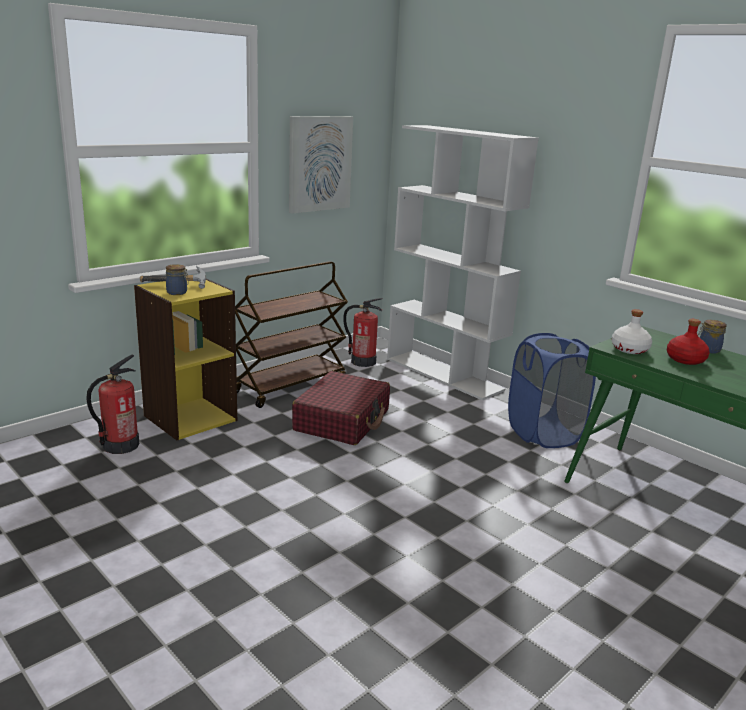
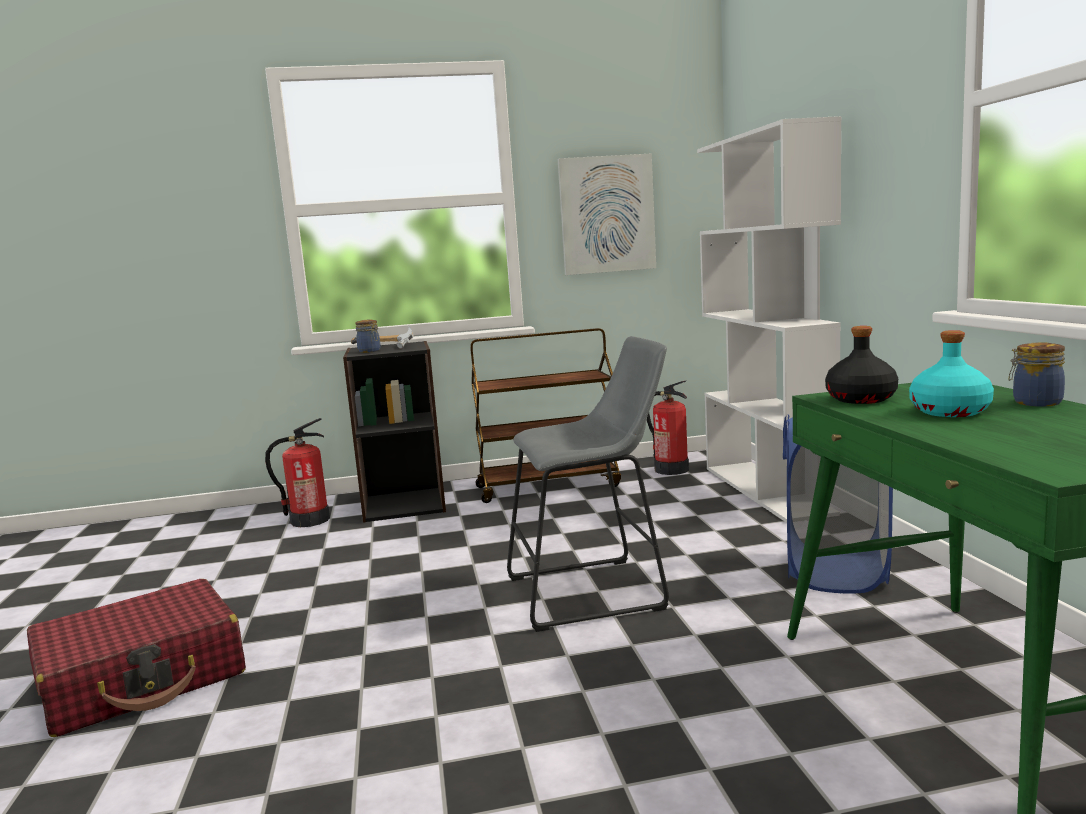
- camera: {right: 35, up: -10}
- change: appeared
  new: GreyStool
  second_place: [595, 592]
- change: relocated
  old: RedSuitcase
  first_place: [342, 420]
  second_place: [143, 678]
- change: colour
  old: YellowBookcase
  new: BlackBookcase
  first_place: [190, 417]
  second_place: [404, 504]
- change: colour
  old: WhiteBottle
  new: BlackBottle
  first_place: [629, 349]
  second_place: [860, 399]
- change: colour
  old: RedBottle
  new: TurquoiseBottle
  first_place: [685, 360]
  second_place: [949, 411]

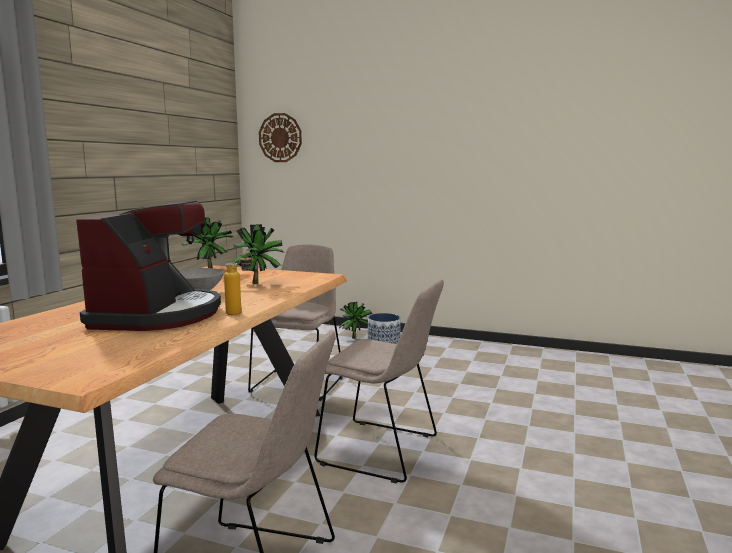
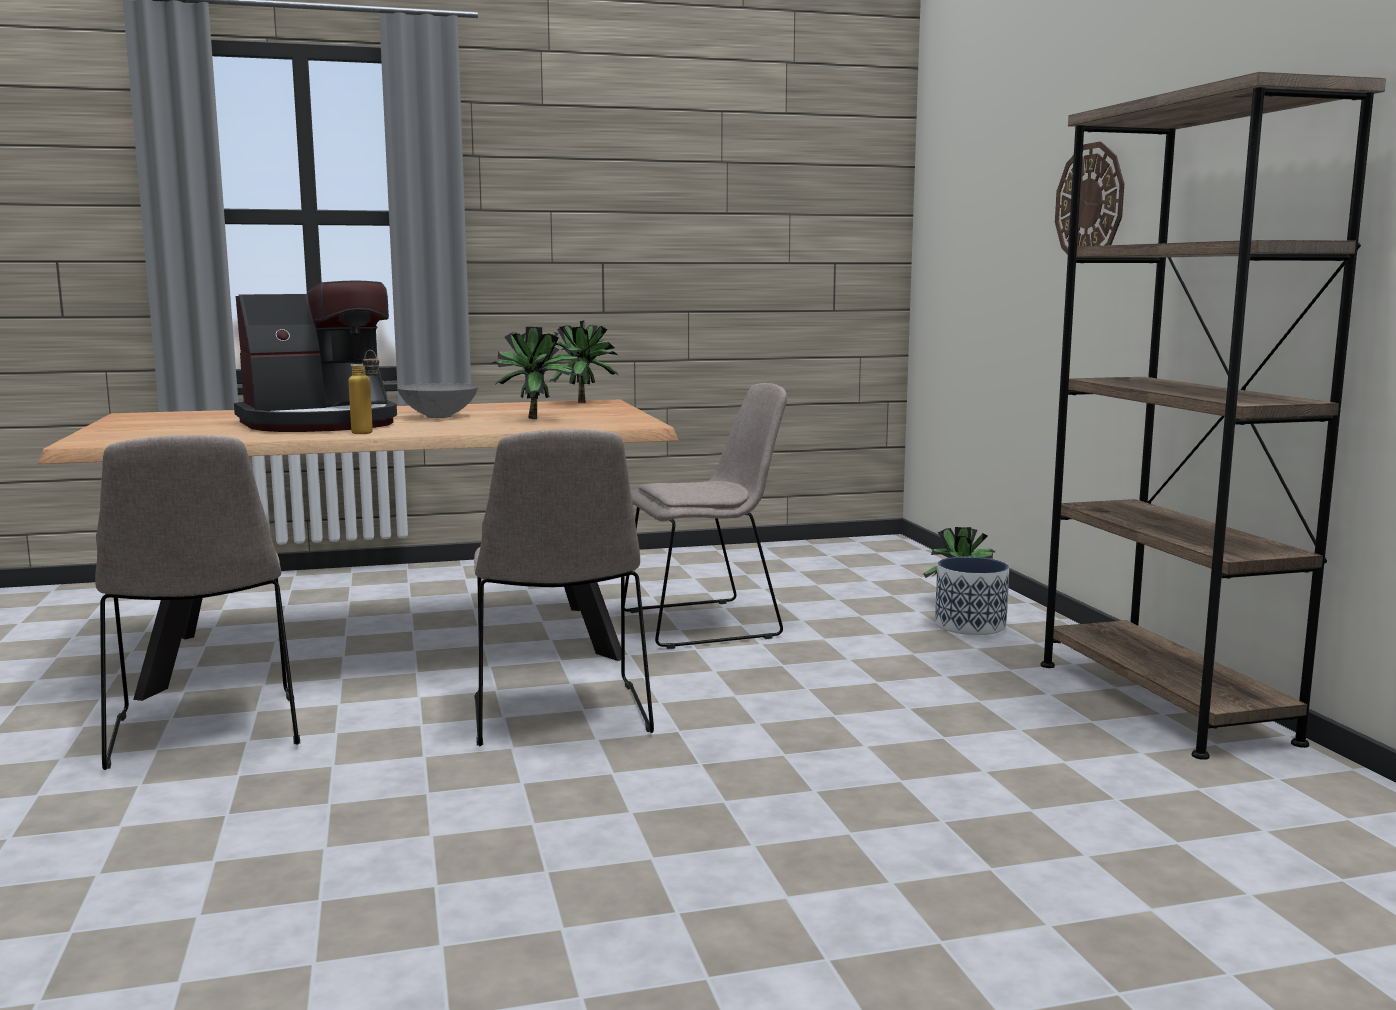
- camera: {right: 55, up: 0}
- change: appeared
  new: BrownBookcase
  second_place: [1162, 701]
- change: relocated
  old: WallClock
  first_place: [280, 138]
  second_place: [1090, 203]

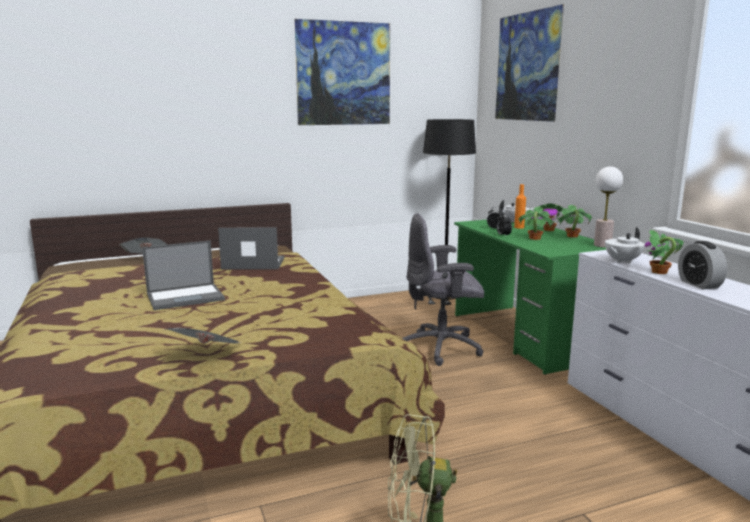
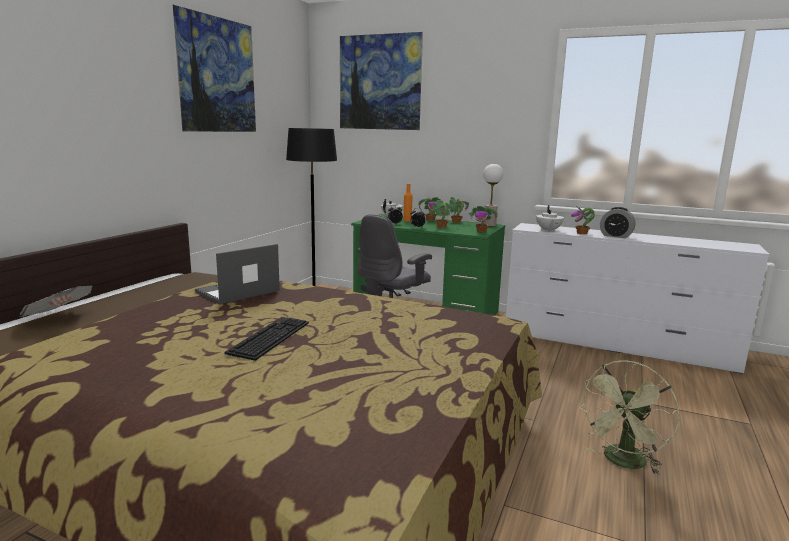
- camera: {right: -45, up: 0}
- change: missing
  old: Newspaper
  first_place: [208, 356]
- change: appeared
  new: PottedPlant
  second_place: [482, 231]
- change: exchanged
  old: Laptop
  new: Keyboard
  first_place: [186, 297]
  second_place: [269, 337]

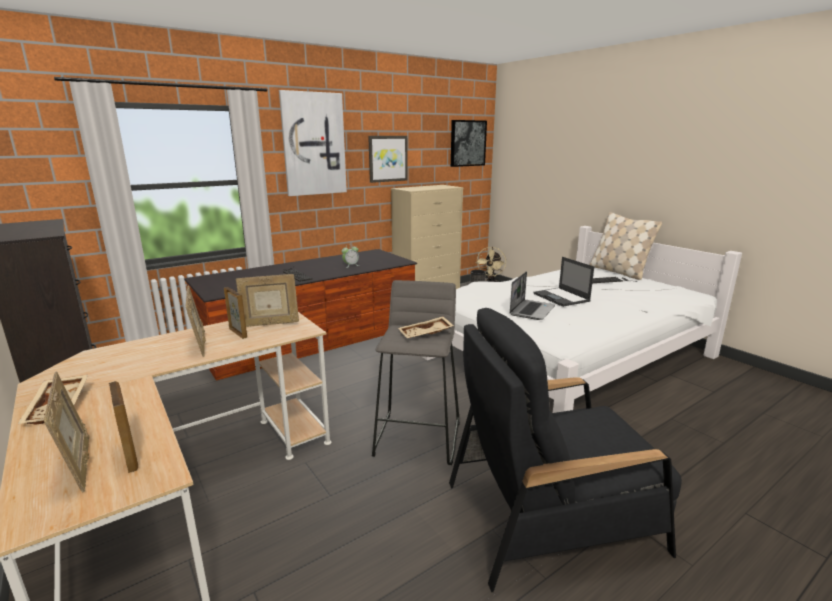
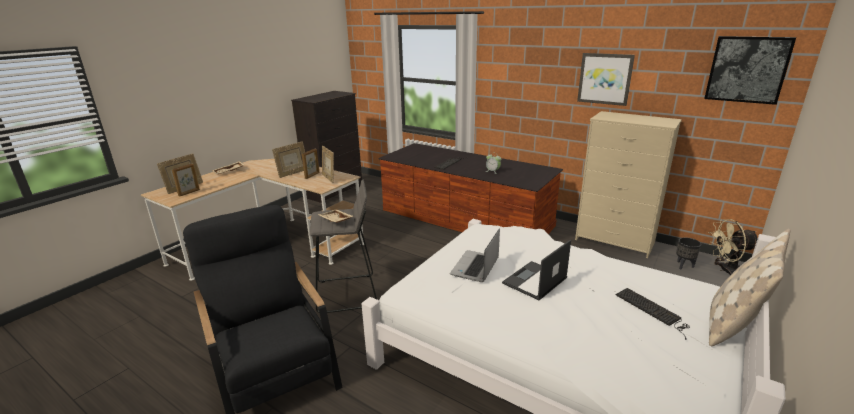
- camera: {right: 70, up: 5}
- change: missing
  old: Picture
  first_place: [313, 144]
- change: spun
  old: Laptop
  first_place: [531, 310]
  second_place: [475, 267]
  degrees: 105

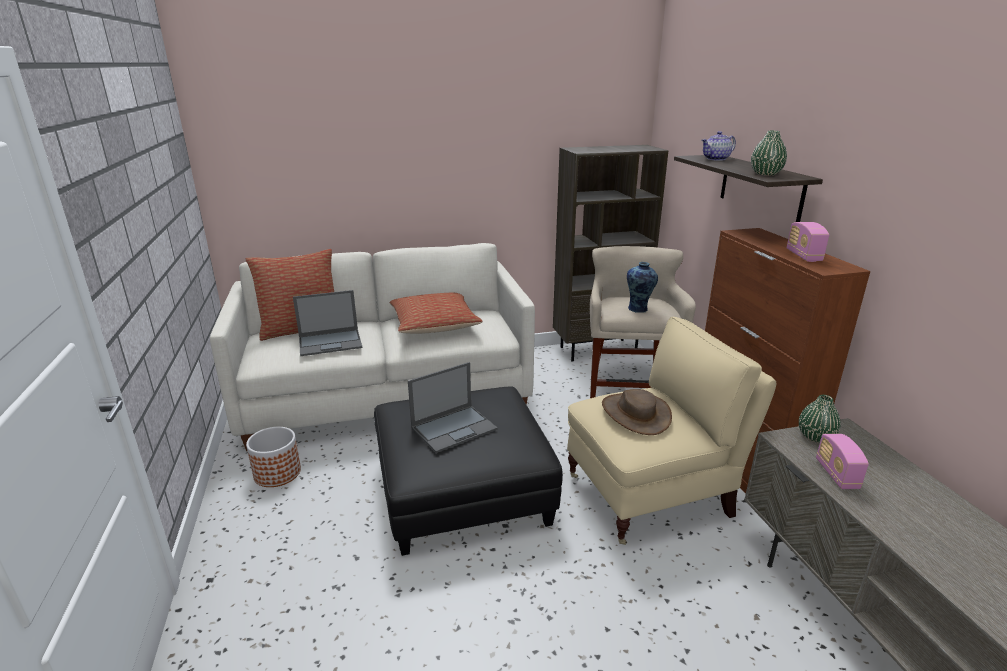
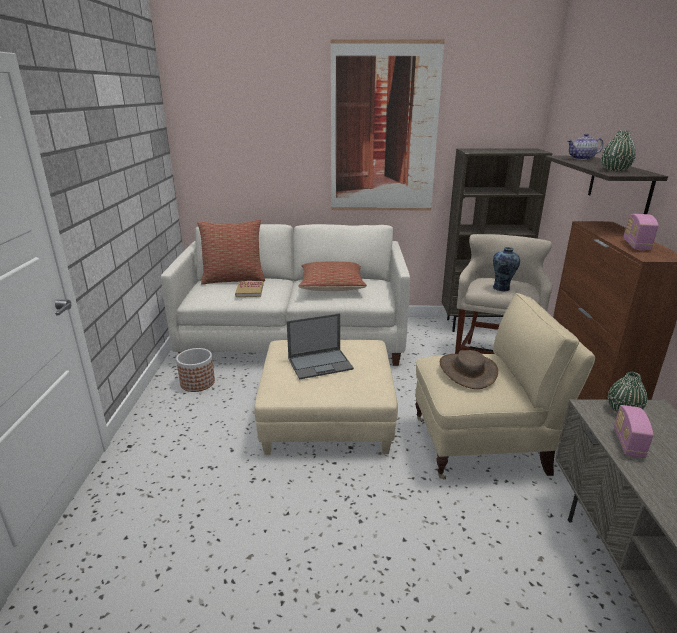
- camera: {right: 15, up: 0}
- change: appeared
  new: Picture
  second_place: [384, 130]
- change: exchanged
  old: Laptop
  new: Book
  first_place: [331, 342]
  second_place: [249, 290]
- change: colour
  old: BlackOttoman
  new: BeigeOttoman
  first_place: [463, 489]
  second_place: [327, 415]

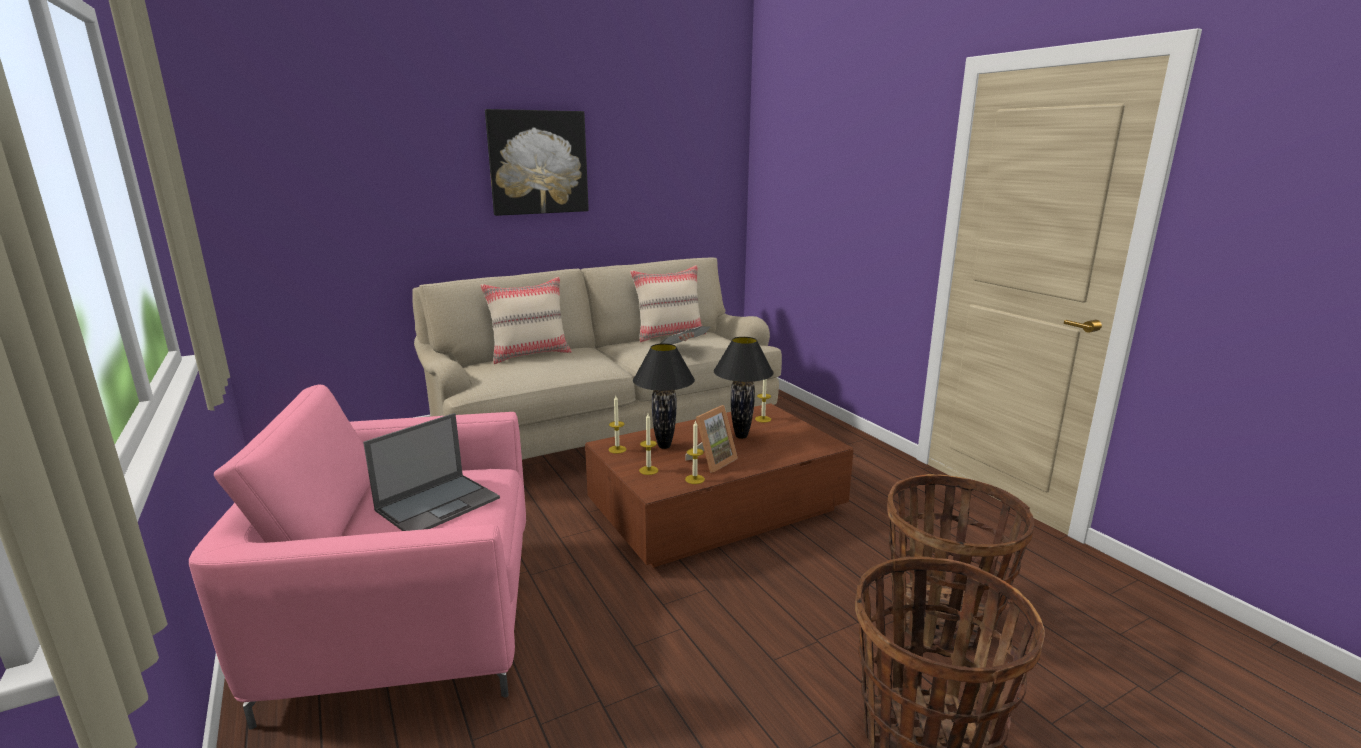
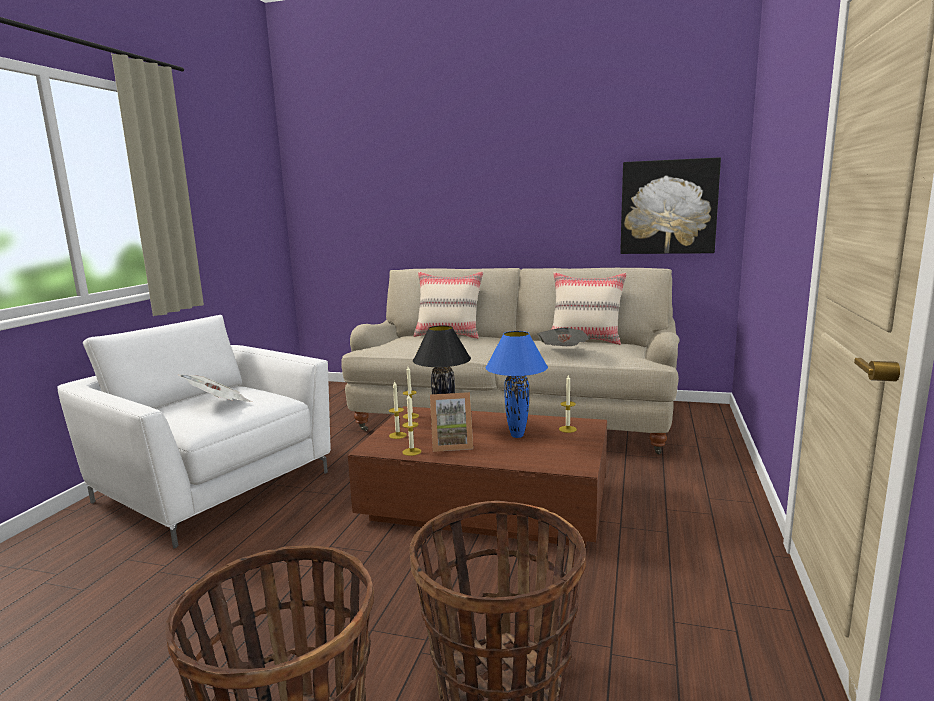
- camera: {right: 45, up: -5}
- change: relocated
  old: Picture
  first_place: [538, 162]
  second_place: [668, 207]
- change: exchanged
  old: Laptop
  new: Newspaper
  first_place: [439, 503]
  second_place: [219, 404]
- change: colour
  old: PinkArmchair
  new: WhiteArmchair
  first_place: [409, 620]
  second_place: [214, 486]
- change: colour
  old: BlackTableLamp
  new: BlueTableLamp
  first_place: [741, 436]
  second_place: [517, 435]

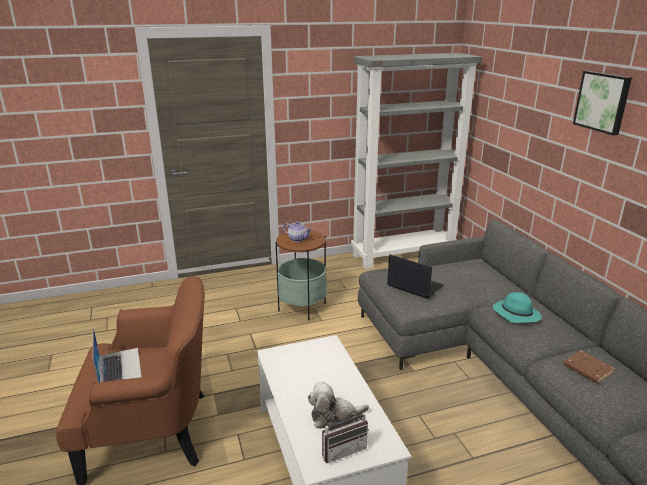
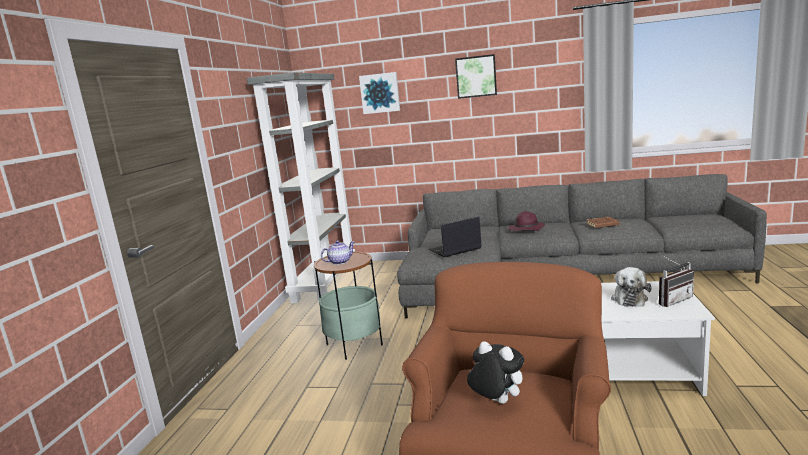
- camera: {right: -60, up: -10}
- change: appeared
  new: Picture
  second_place: [380, 93]
- change: exchanged
  old: Laptop
  new: PlushToy
  first_place: [119, 368]
  second_place: [496, 402]
- change: colour
  old: TurquoiseHat
  new: PurpleHat
  first_place: [515, 314]
  second_place: [526, 229]
- change: spun
  old: Radio
  first_place: [342, 449]
  second_place: [671, 300]
  degrees: 60

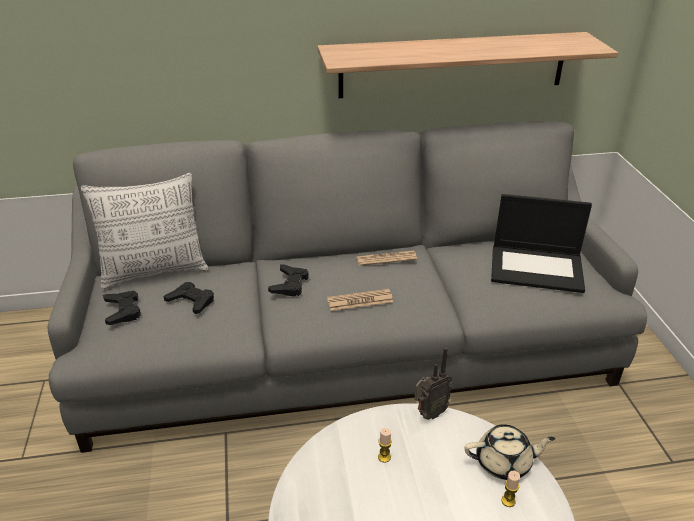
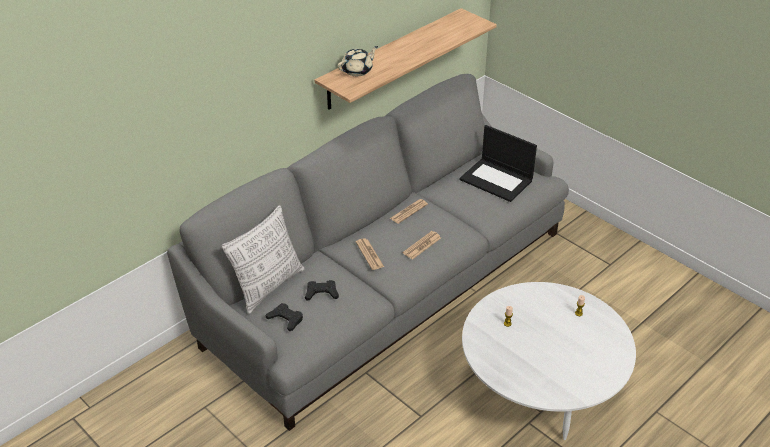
- camera: {right: -35, up: 5}
- change: missing
  old: Radio
  first_place: [429, 414]
- change: relocated
  old: BeigeTeapot
  first_place: [504, 463]
  second_place: [357, 70]
- change: exchanged
  old: BlackGameController
  new: Newspaper
  first_place: [290, 284]
  second_place: [369, 254]
- change: spun
  old: Laptop
  first_place: [537, 268]
  second_place: [497, 180]
  degrees: 60

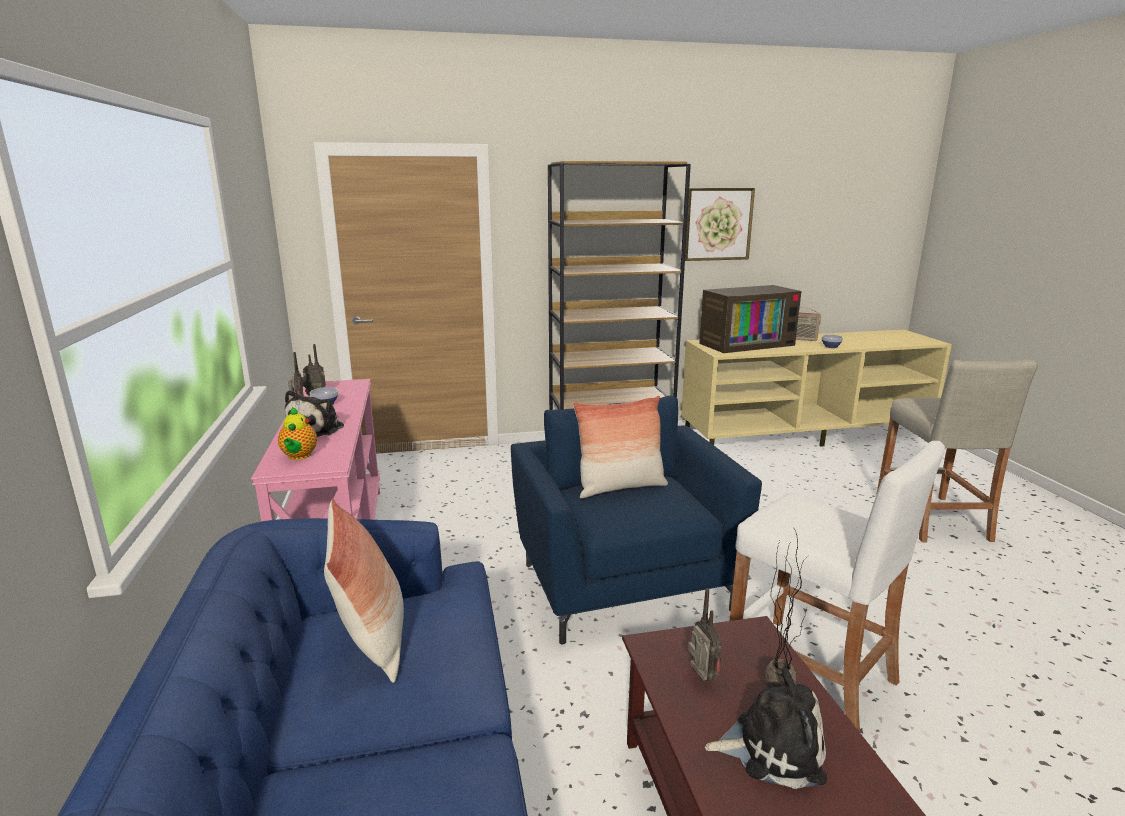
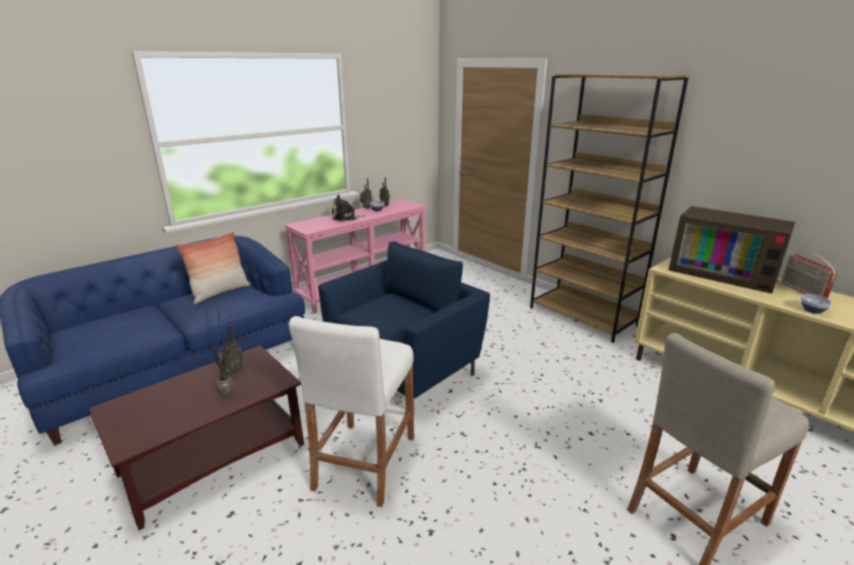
- camera: {right: 60, up: 5}
- change: missing
  old: Teapot
  first_place: [299, 456]
- change: missing
  old: Pillow
  first_place: [620, 487]
- change: missing
  old: Picture
  first_place: [718, 224]
- change: missing
  old: PlushToy
  first_place: [772, 747]

